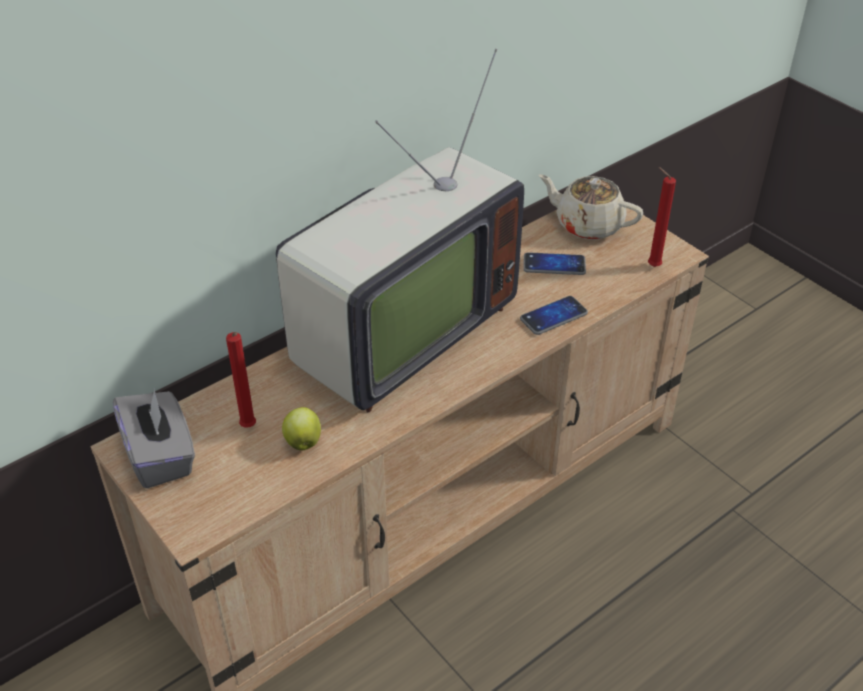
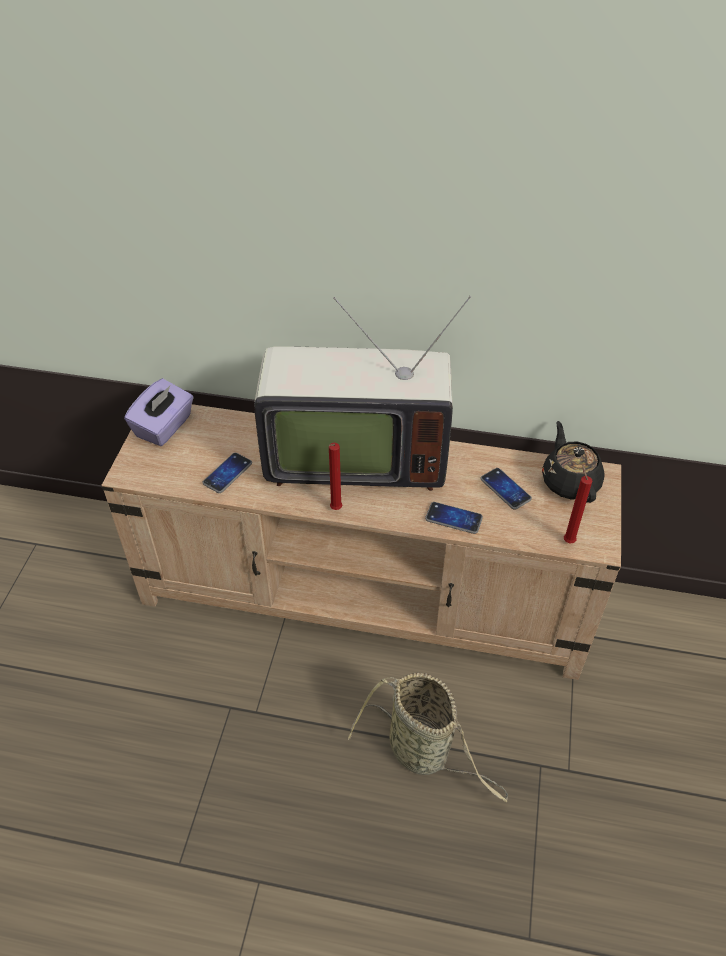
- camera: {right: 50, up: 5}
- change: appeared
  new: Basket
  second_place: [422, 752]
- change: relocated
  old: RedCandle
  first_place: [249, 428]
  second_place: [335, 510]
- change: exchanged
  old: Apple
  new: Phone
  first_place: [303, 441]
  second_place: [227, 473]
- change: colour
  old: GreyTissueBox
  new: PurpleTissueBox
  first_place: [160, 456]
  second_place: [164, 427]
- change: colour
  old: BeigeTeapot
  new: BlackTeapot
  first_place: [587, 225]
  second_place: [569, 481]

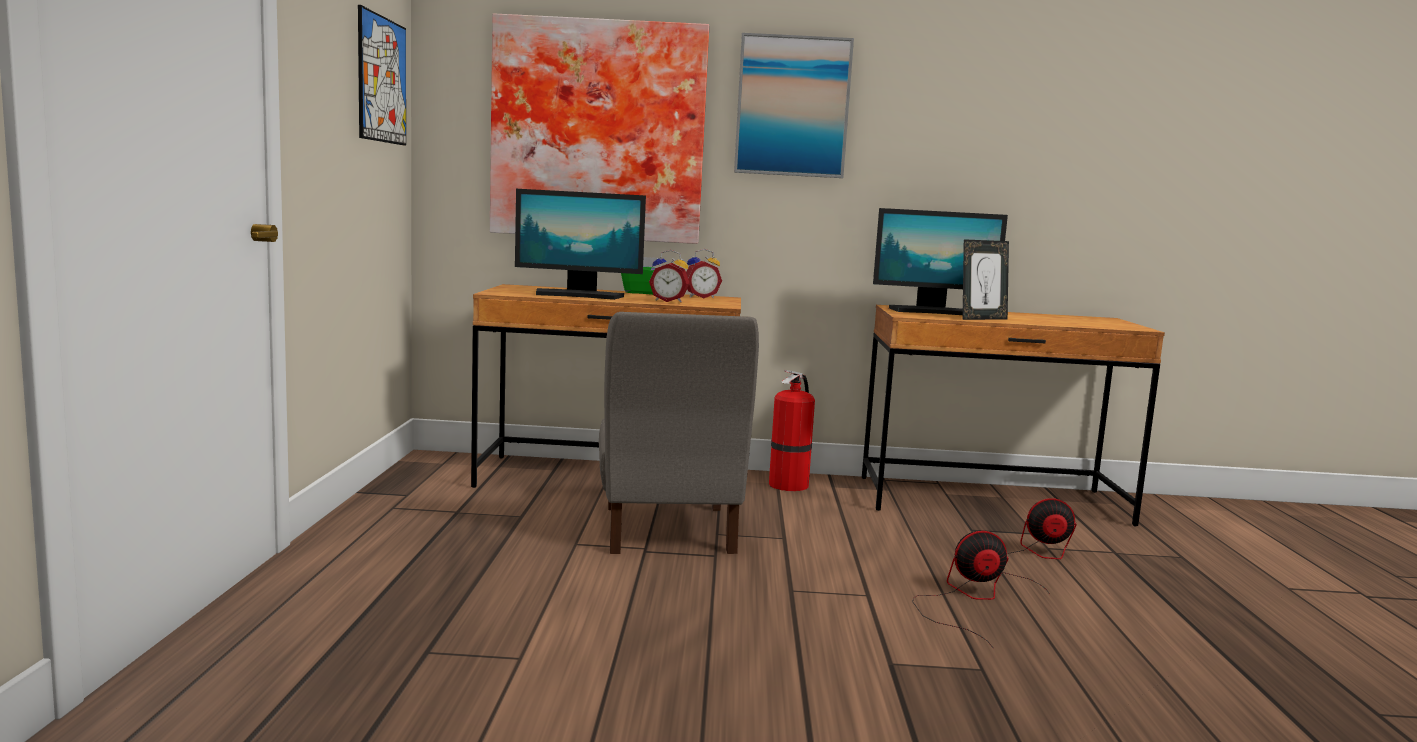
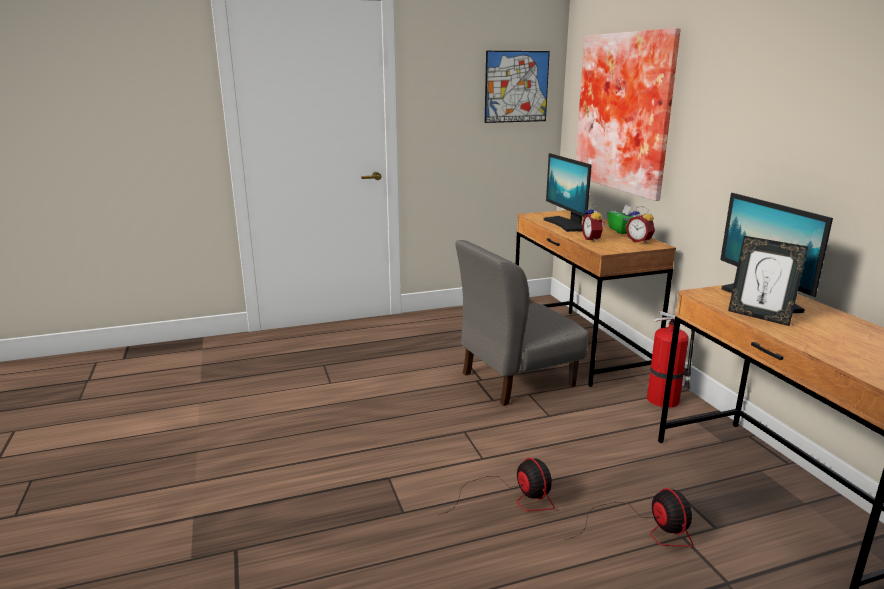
- camera: {right: 70, up: 10}
- change: missing
  old: Picture
  first_place: [792, 107]

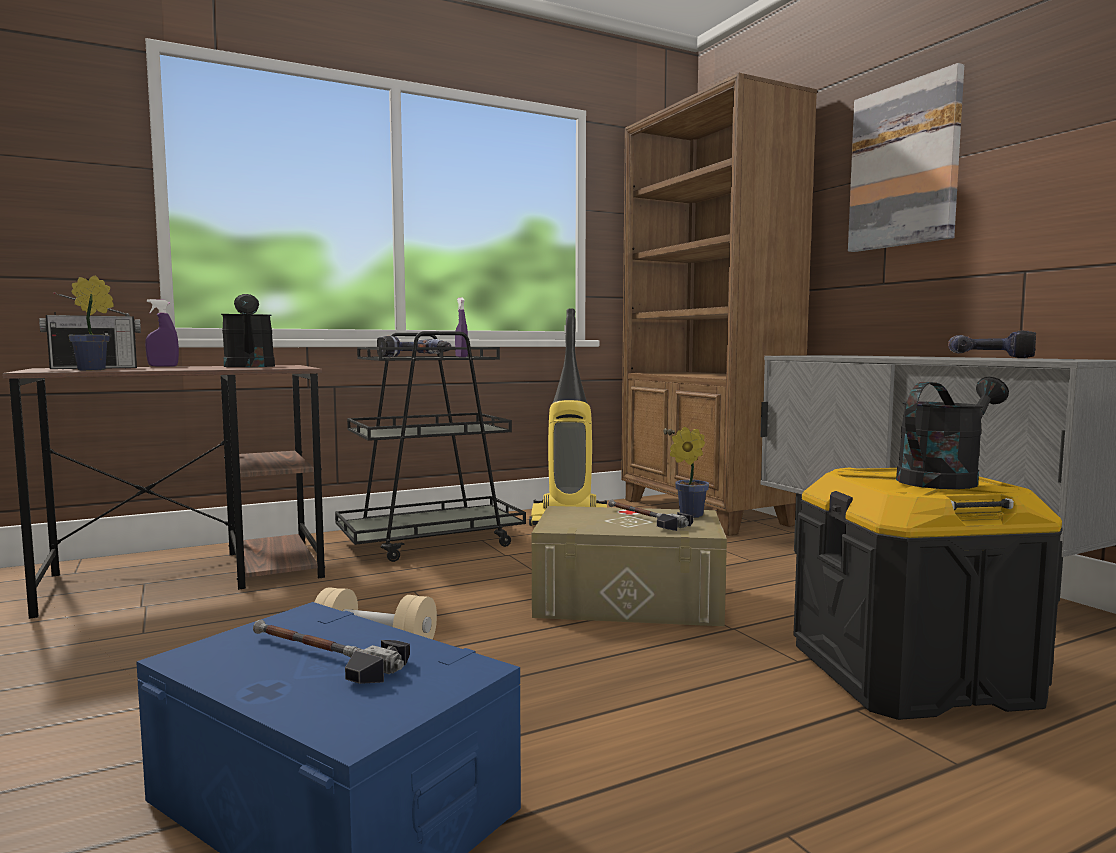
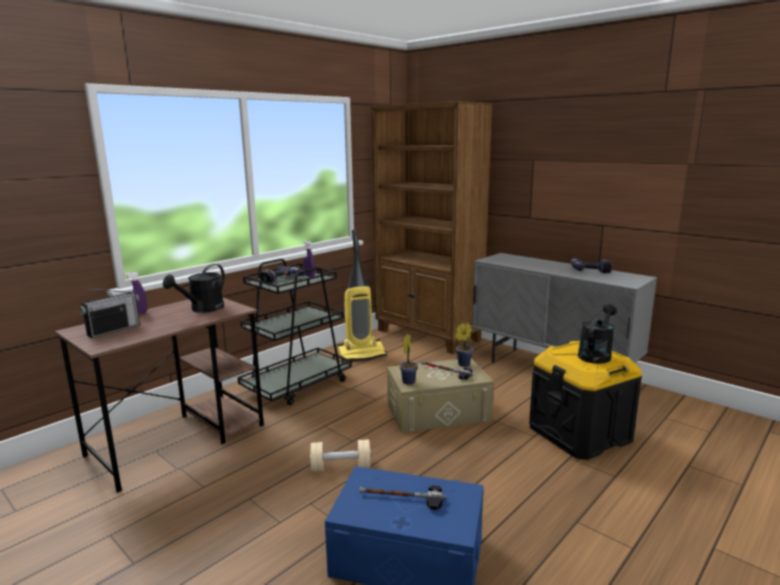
- camera: {right: -20, up: 10}
- change: missing
  old: Picture
  first_place: [904, 165]
- change: relocated
  old: PottedPlant
  first_place: [95, 369]
  second_place: [409, 381]
- change: spun
  old: BlackWateringCan
  first_place: [250, 366]
  second_place: [202, 309]
  degrees: 75

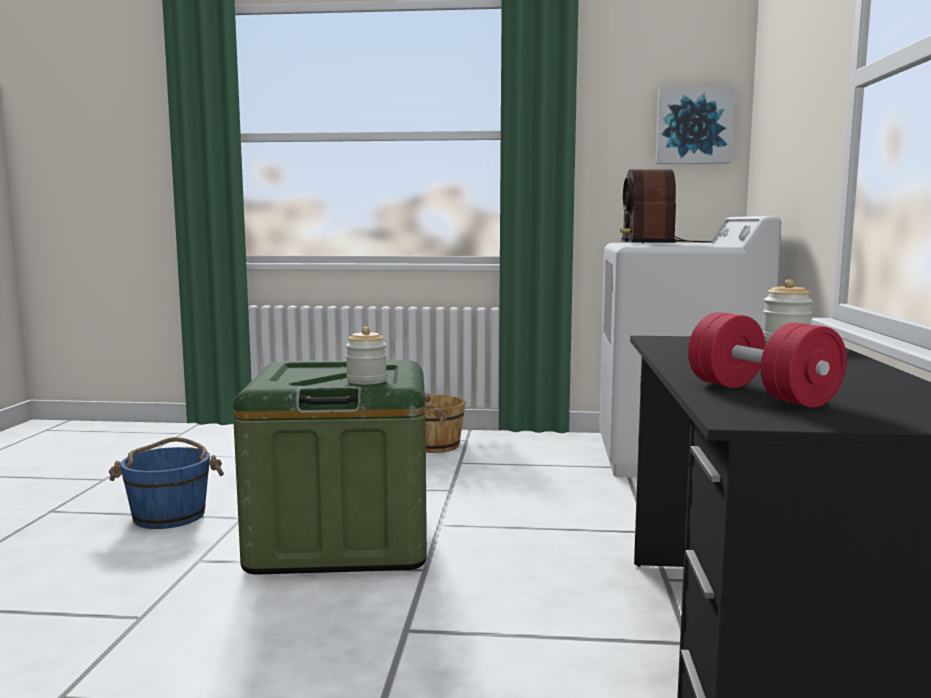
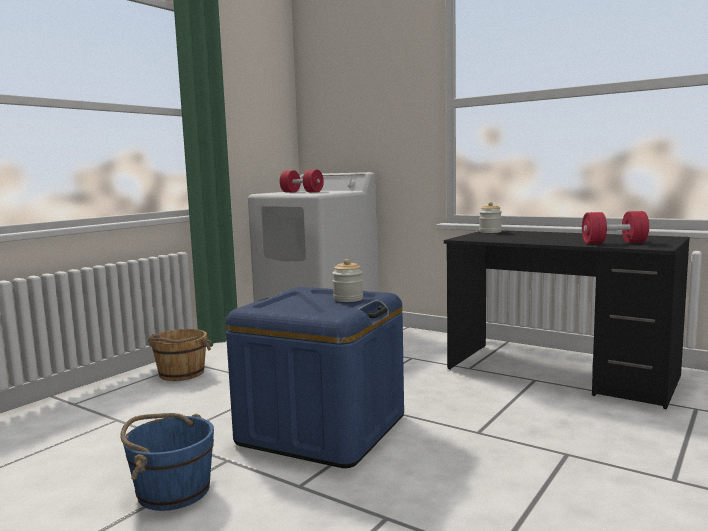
- camera: {right: -60, up: 0}
- change: missing
  old: Picture
  first_place: [693, 126]
- change: exchanged
  old: Radio
  new: RedDumbbell
  first_place: [660, 244]
  second_place: [302, 192]
- change: colour
  old: GreenStorageBox
  new: BlueStorageBox
  first_place: [341, 538]
  second_place: [322, 429]

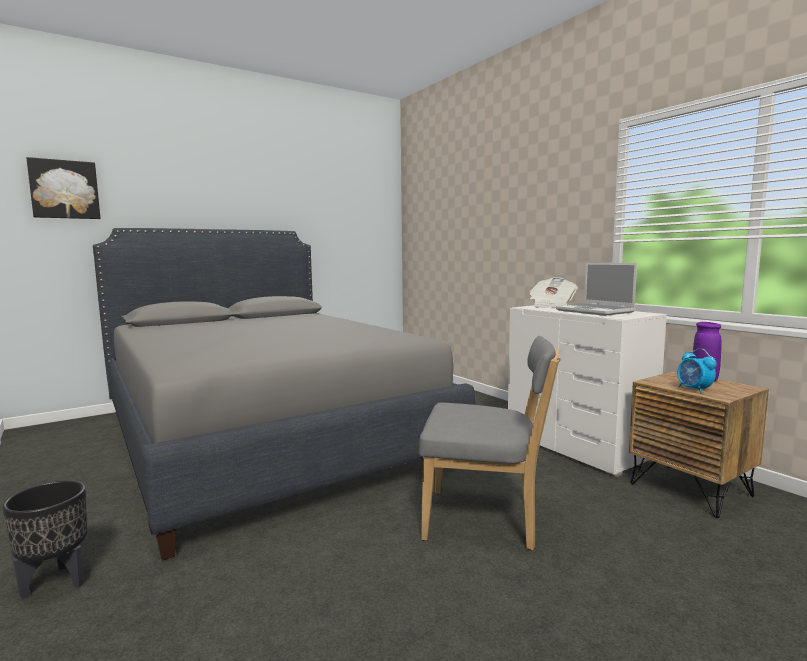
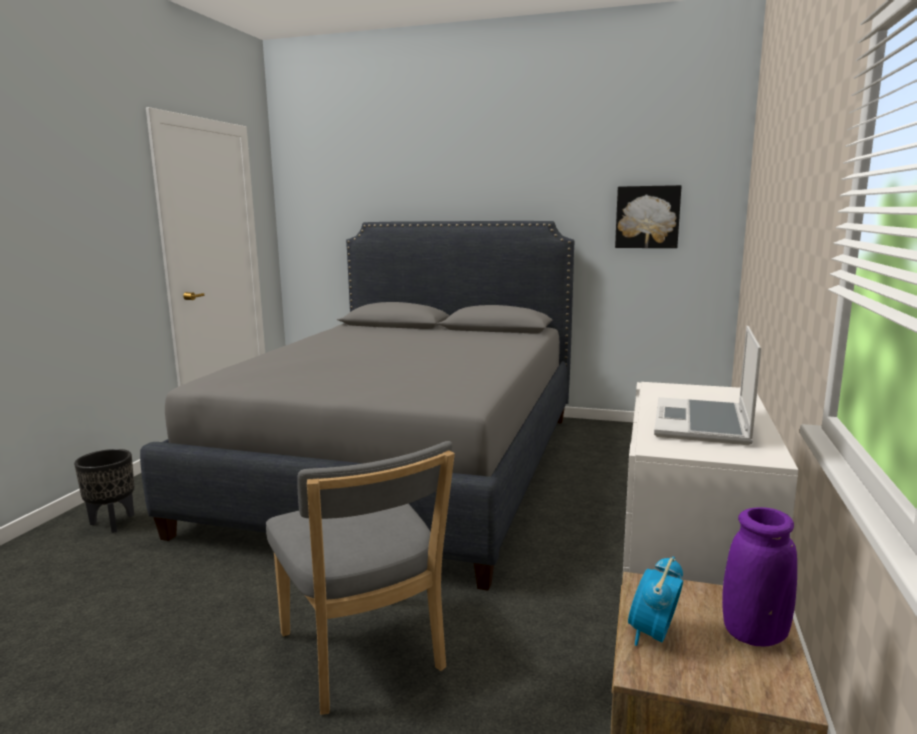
- camera: {right: 50, up: 5}
- change: missing
  old: Newspaper
  first_place: [551, 306]
- change: relocated
  old: Picture
  first_place: [64, 189]
  second_place: [647, 217]

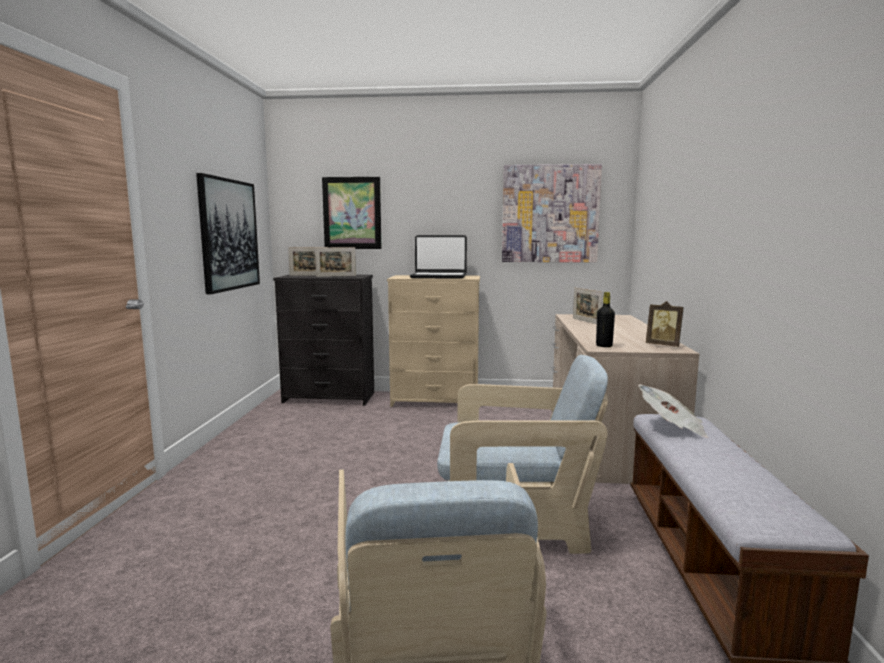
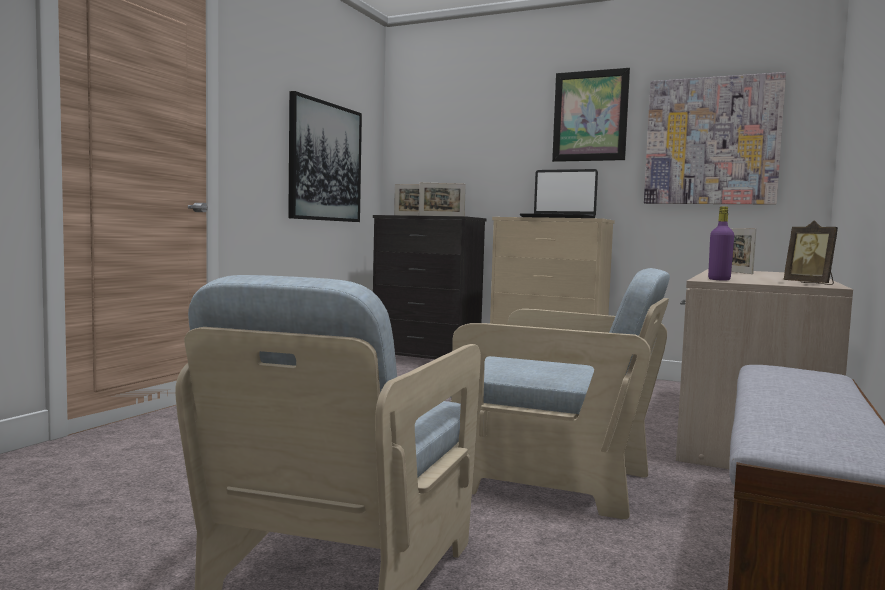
- camera: {right: 20, up: -5}
- change: missing
  old: Newspaper
  first_place: [672, 428]
- change: relocated
  old: Picture
  first_place: [352, 213]
  second_place: [590, 116]
- change: colour
  old: BlackBottle
  new: PurpleBottle
  first_place: [604, 346]
  second_place: [719, 279]

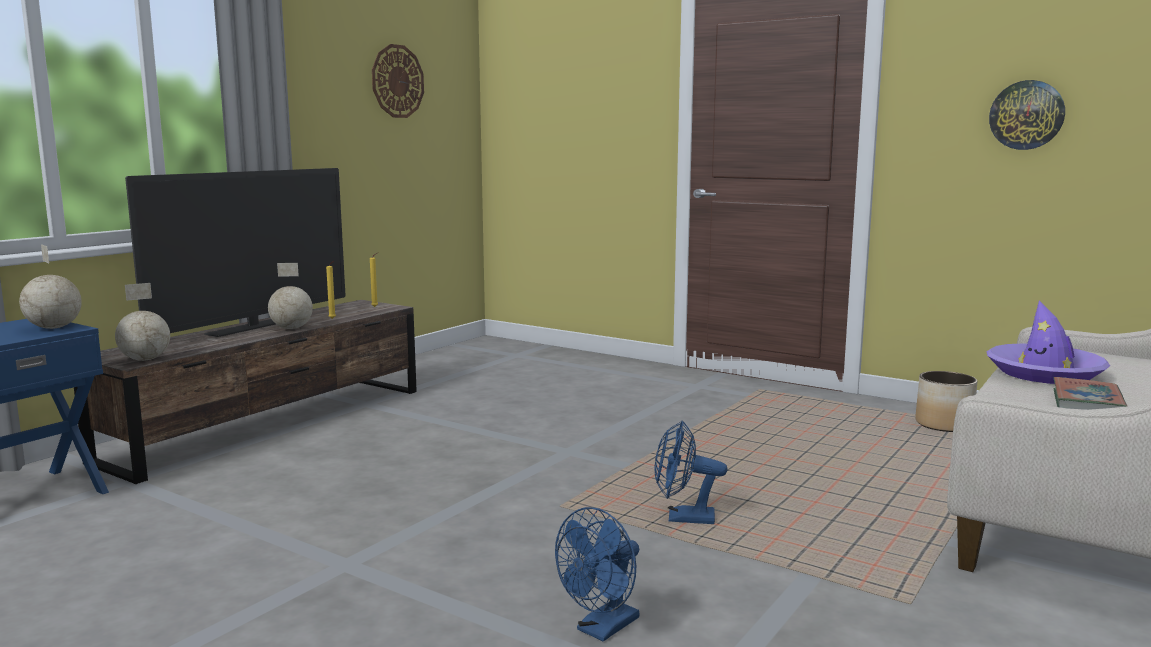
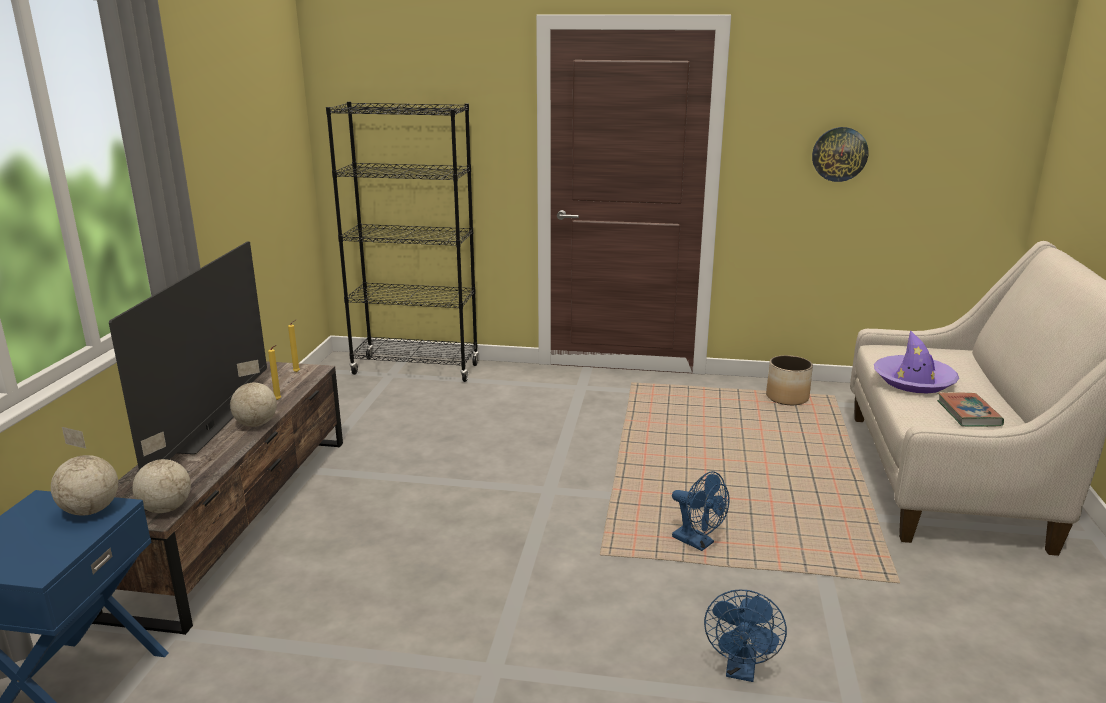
- camera: {right: -25, up: 10}
- change: missing
  old: WallClock
  first_place: [397, 81]
- change: appeared
  new: BlackBookcase
  second_place: [416, 369]
- change: spun
  old: BlueFan
  first_place: [683, 518]
  second_place: [698, 542]
  degrees: -120

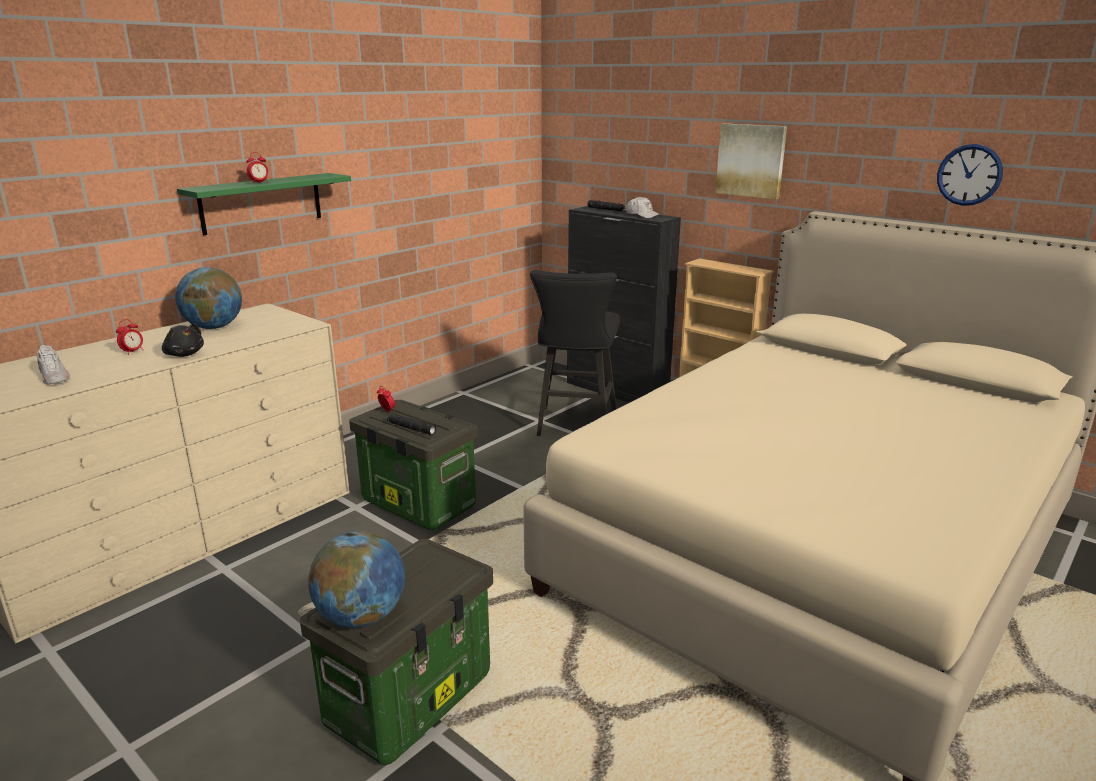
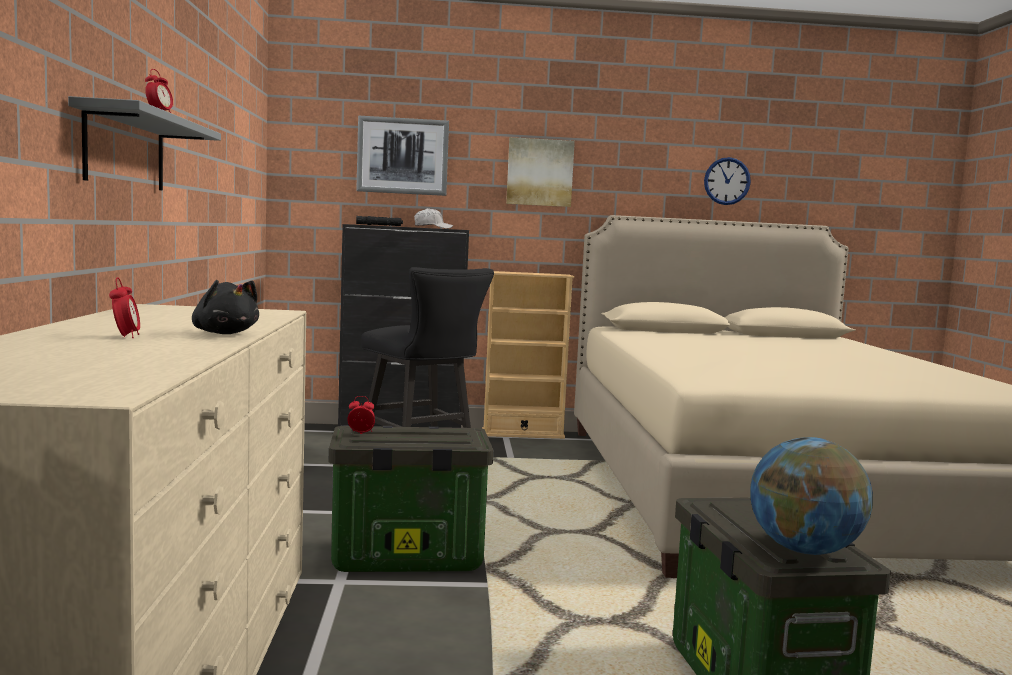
- camera: {right: -45, up: -15}
- change: missing
  old: WhiteShoe
  first_place: [54, 377]
- change: missing
  old: Globe
  first_place: [214, 327]
- change: missing
  old: BlackFlashlight
  first_place: [411, 428]
- change: appeared
  new: Picture
  second_place: [402, 156]
- change: colour
  old: GreenShelf
  new: GreyShelf
  first_place: [261, 203]
  second_place: [125, 151]
- change: spun
  old: BlackPlushToy
  first_place: [184, 354]
  second_place: [224, 333]
  degrees: 45

